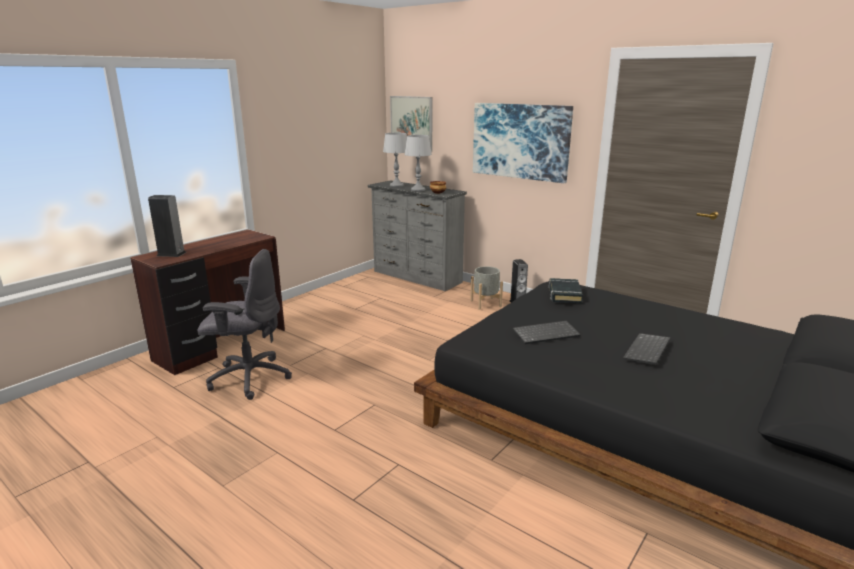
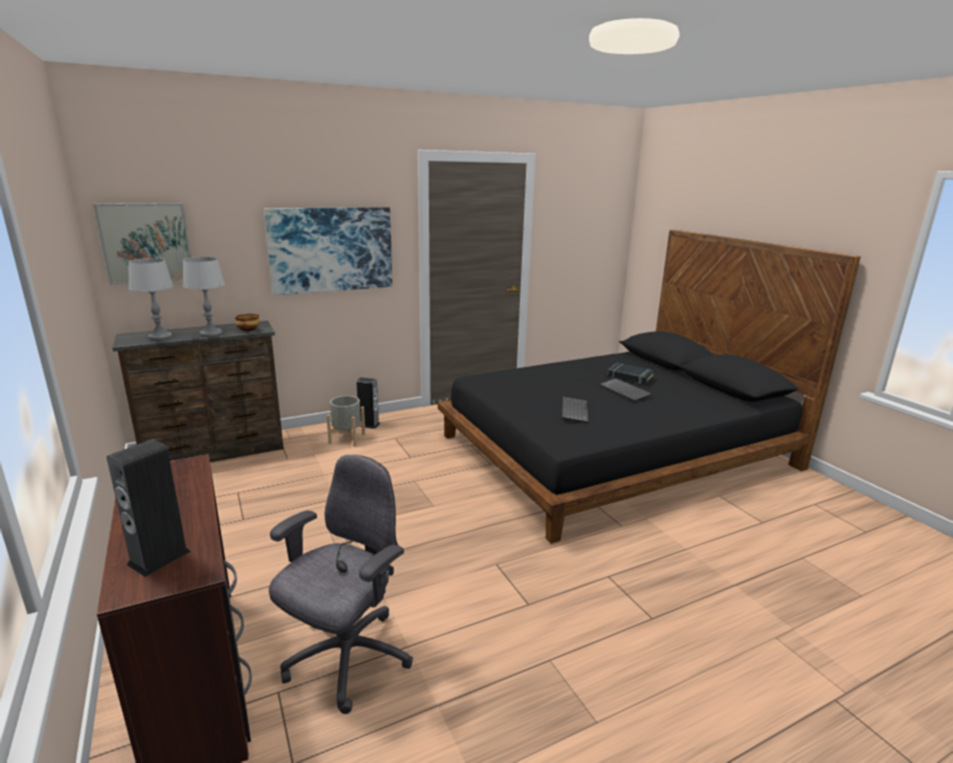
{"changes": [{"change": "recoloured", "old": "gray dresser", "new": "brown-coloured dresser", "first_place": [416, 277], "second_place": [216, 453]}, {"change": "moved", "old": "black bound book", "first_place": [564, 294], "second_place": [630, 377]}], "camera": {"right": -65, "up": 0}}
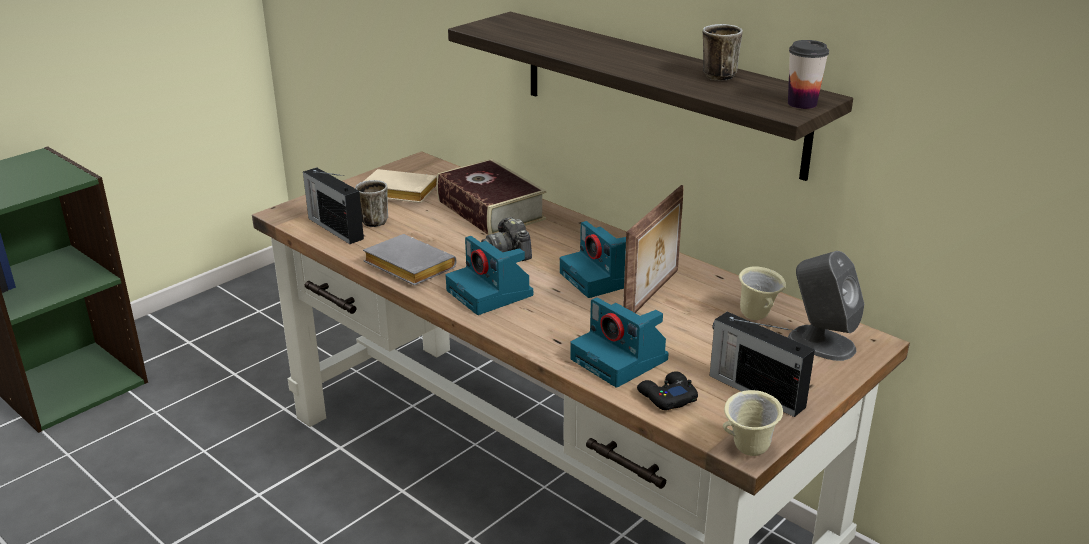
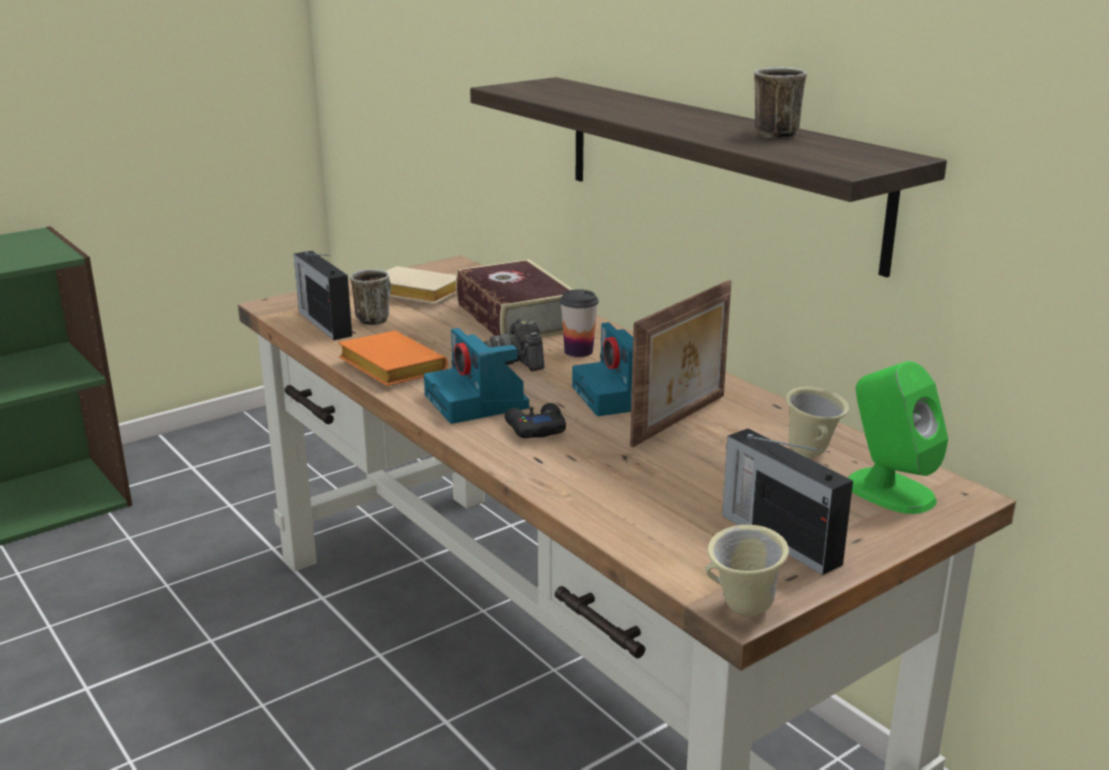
{"changes": [{"change": "moved", "old": "drinking cup", "first_place": [802, 103], "second_place": [578, 351]}, {"change": "recoloured", "old": "gray bound book", "new": "orangey bound book", "first_place": [406, 267], "second_place": [388, 367]}, {"change": "recoloured", "old": "gray audio speaker", "new": "green-coloured audio speaker", "first_place": [820, 343], "second_place": [888, 491]}, {"change": "removed", "old": "still camera", "first_place": [621, 360]}, {"change": "moved", "old": "black gamepad", "first_place": [666, 397], "second_place": [535, 428]}], "camera": {"right": 10, "up": -5}}
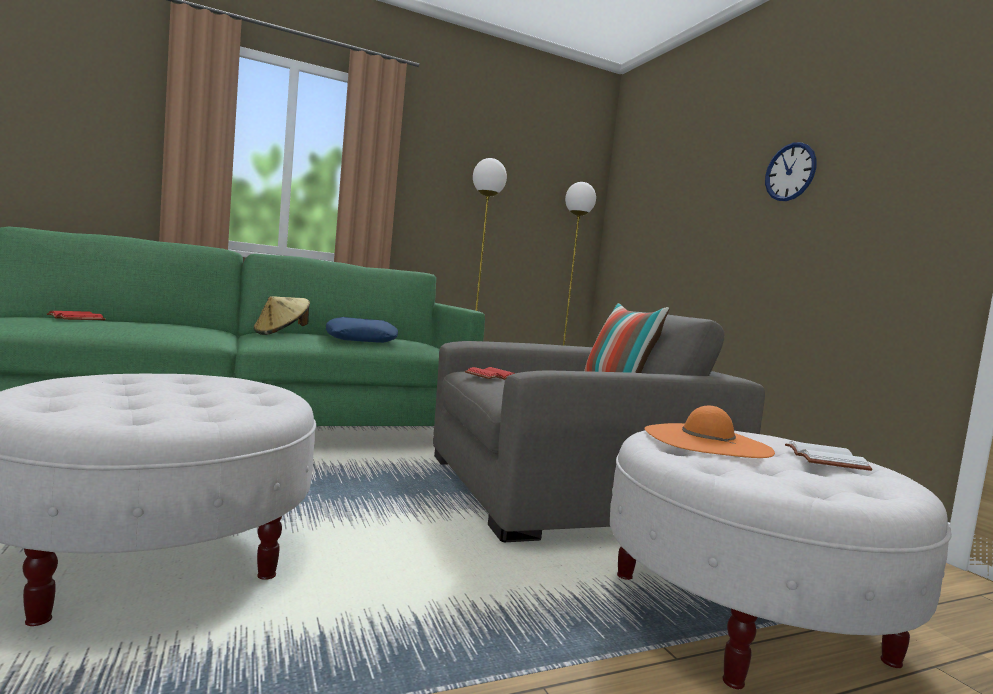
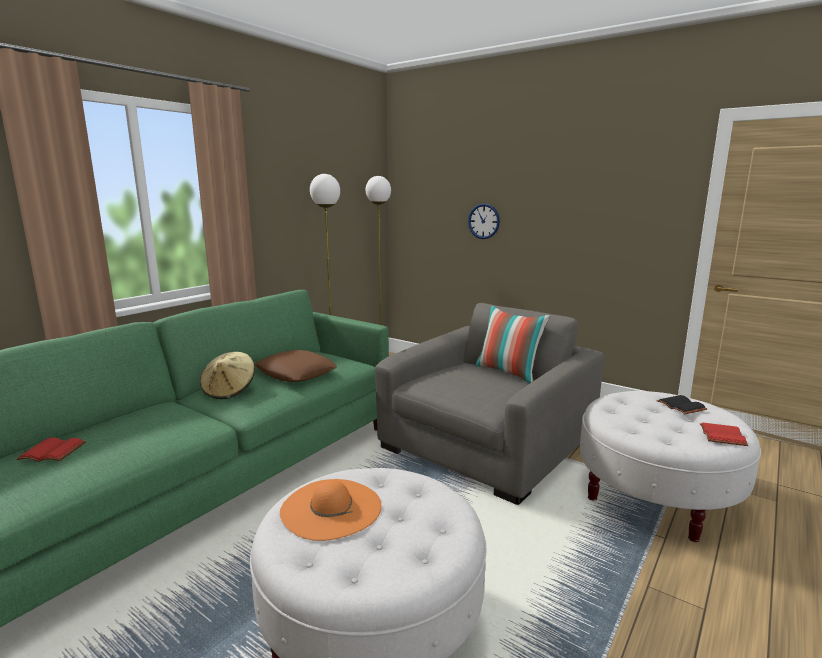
{"changes": [{"change": "moved", "old": "clock on the wall", "first_place": [790, 172], "second_place": [483, 221]}, {"change": "recoloured", "old": "blue cushion", "new": "brown-coloured cushion", "first_place": [360, 339], "second_place": [295, 373]}, {"change": "moved", "old": "red-coloured bound book", "first_place": [492, 376], "second_place": [721, 435]}, {"change": "moved", "old": "orangey hat", "first_place": [706, 441], "second_place": [331, 508]}, {"change": "recoloured", "old": "whitish bound book", "new": "black bound book", "first_place": [822, 458], "second_place": [679, 406]}], "camera": {"right": -30, "up": 10}}
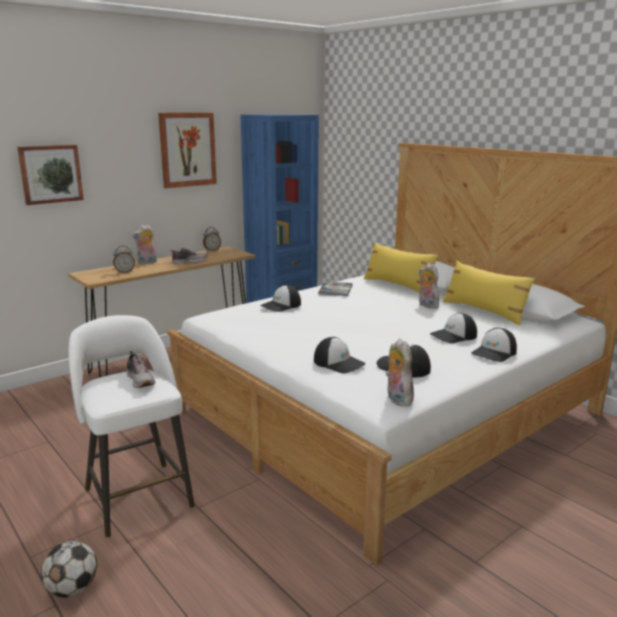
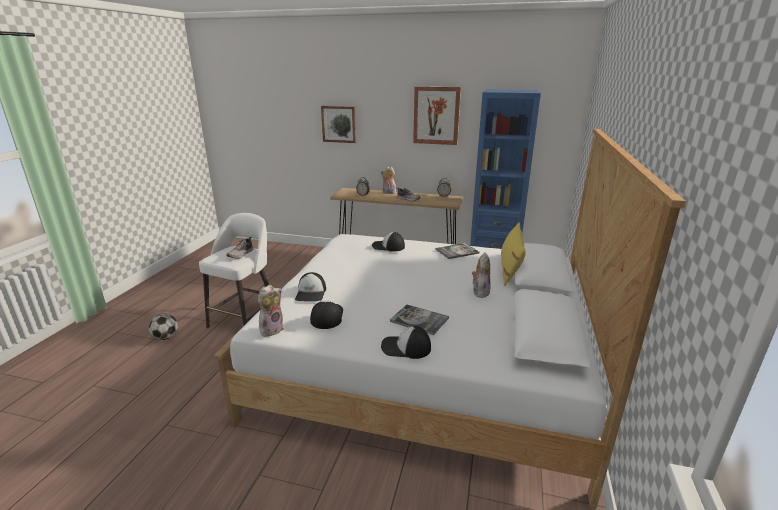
{"changes": [{"change": "removed", "old": "yellow-coloured cushion", "first_place": [484, 311]}, {"change": "replaced", "old": "peaked cap", "new": "bound book", "first_place": [454, 336], "second_place": [419, 320]}], "camera": {"right": 55, "up": 5}}
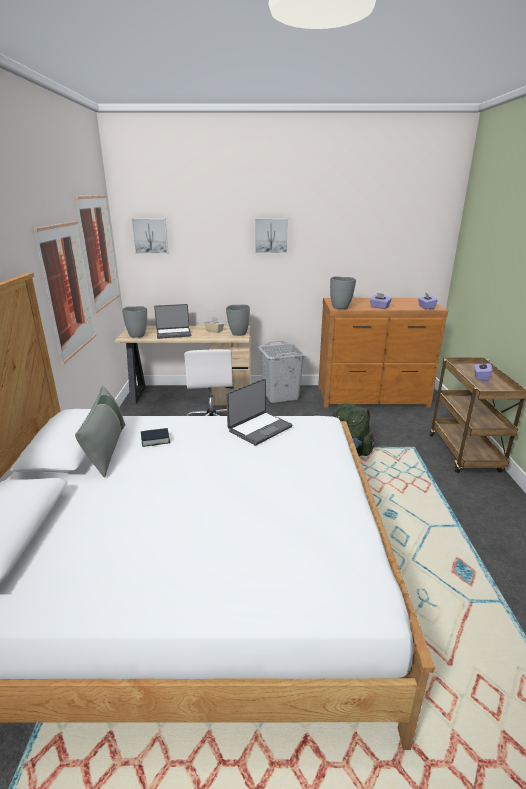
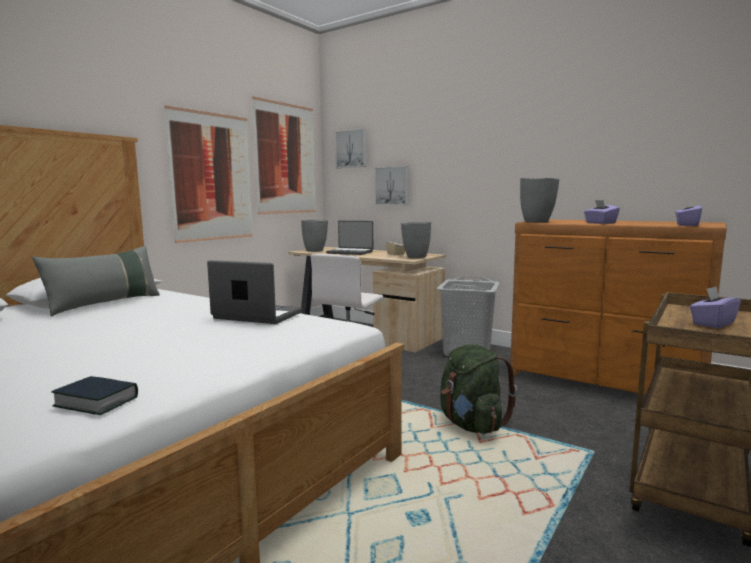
{"changes": [{"change": "moved", "old": "picture", "first_place": [271, 236], "second_place": [392, 186]}, {"change": "turned", "old": "laptop", "first_place": [259, 428], "second_place": [257, 316], "degrees": -150}, {"change": "moved", "old": "bound book", "first_place": [155, 440], "second_place": [96, 402]}], "camera": {"right": 35, "up": -15}}
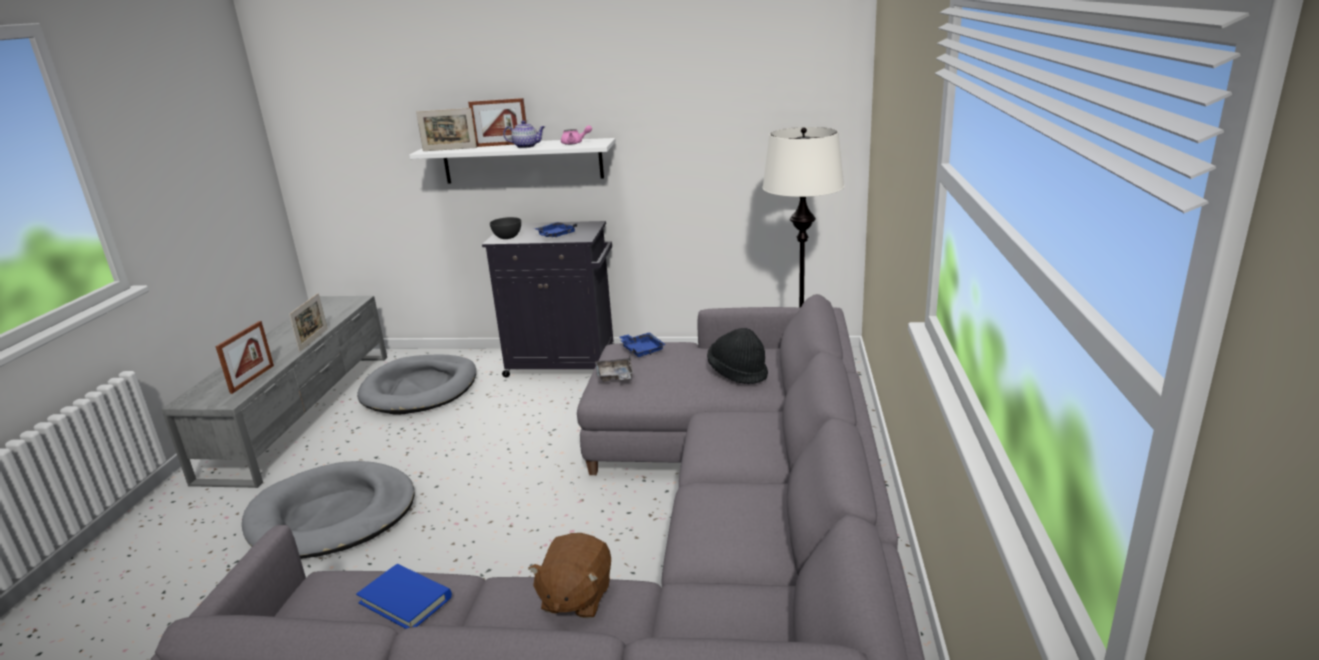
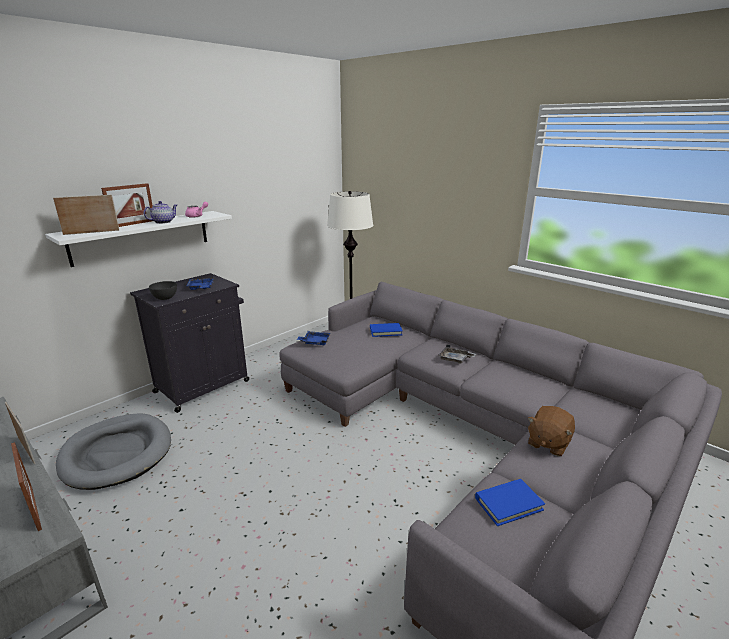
{"changes": [{"change": "turned", "old": "standing frame", "first_place": [450, 149], "second_place": [91, 232], "degrees": -150}, {"change": "replaced", "old": "black hat", "new": "blue bound book", "first_place": [738, 373], "second_place": [385, 331]}, {"change": "moved", "old": "gray carrying tray", "first_place": [615, 376], "second_place": [455, 359]}, {"change": "removed", "old": "gray dog cushion", "first_place": [332, 515]}, {"change": "turned", "old": "brown-coloured plush toy", "first_place": [575, 597], "second_place": [548, 443], "degrees": 75}], "camera": {"right": -55, "up": 0}}
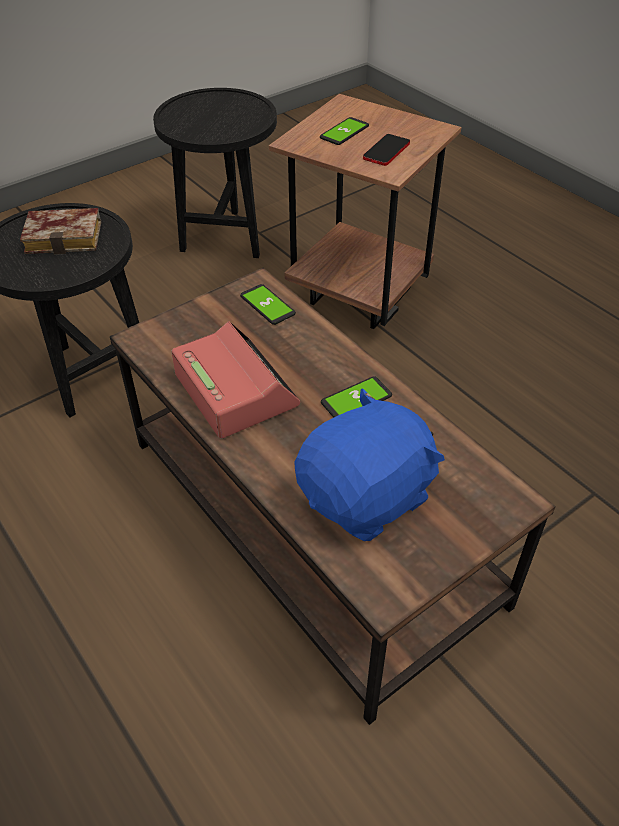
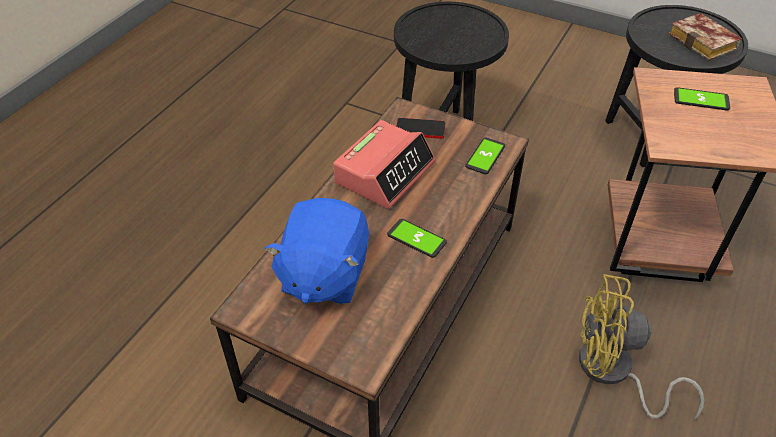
{"changes": [{"change": "moved", "old": "phone", "first_place": [386, 151], "second_place": [420, 129]}, {"change": "moved", "old": "bound book", "first_place": [67, 236], "second_place": [705, 43]}, {"change": "turned", "old": "blue plush toy", "first_place": [367, 496], "second_place": [323, 274], "degrees": 75}, {"change": "added", "new": "yellow-coloured cooling fan", "second_place": [613, 373]}], "camera": {"right": 65, "up": 0}}
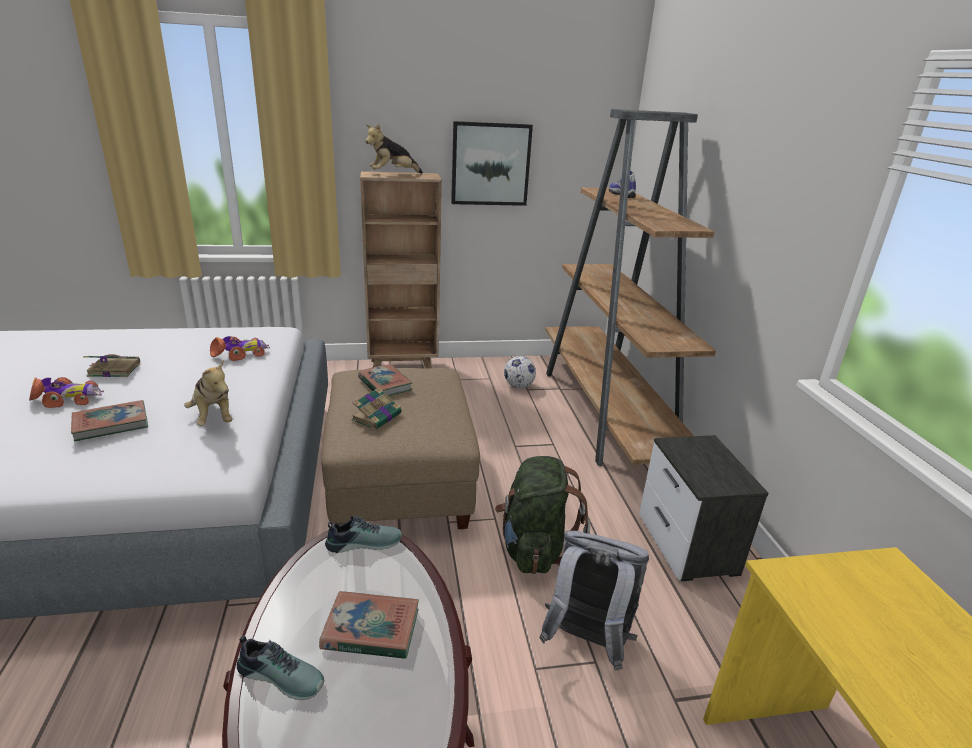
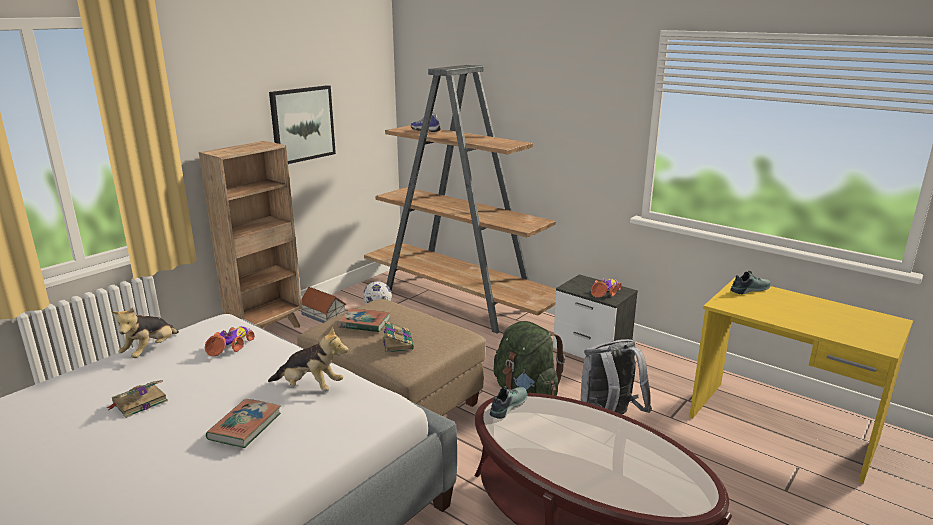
{"changes": [{"change": "moved", "old": "plush toy", "first_place": [392, 174], "second_place": [150, 351]}, {"change": "moved", "old": "toy car", "first_place": [67, 399], "second_place": [605, 292]}, {"change": "removed", "old": "bound book", "first_place": [371, 629]}, {"change": "moved", "old": "item of footwear", "first_place": [282, 675], "second_place": [748, 289]}, {"change": "added", "new": "miniature house", "second_place": [323, 314]}], "camera": {"right": -40, "up": -5}}
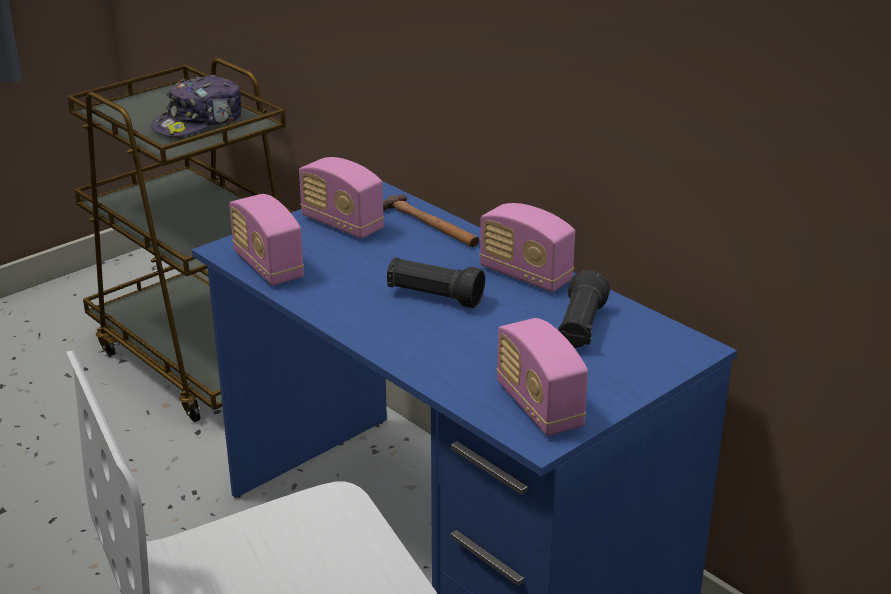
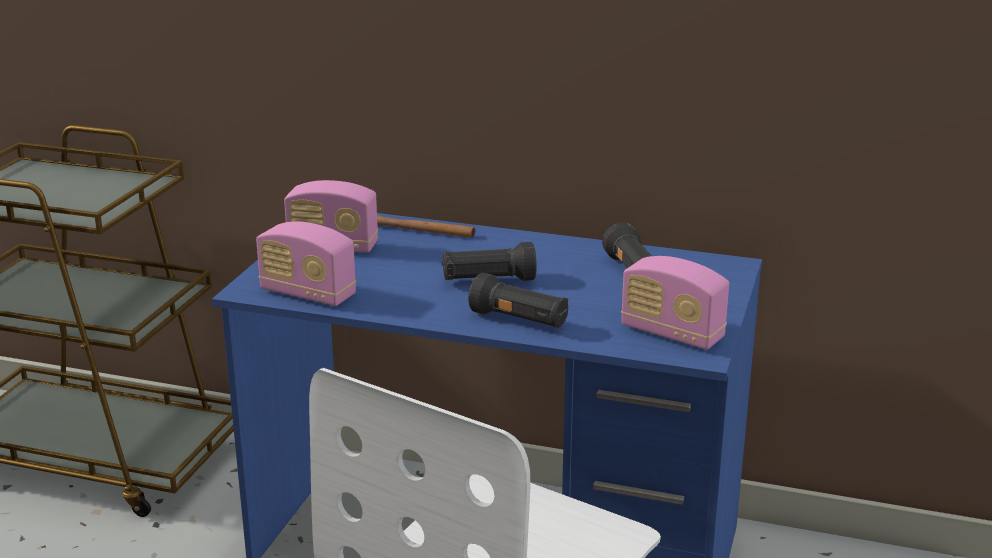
{"changes": [{"change": "removed", "old": "peaked cap", "first_place": [200, 122]}, {"change": "removed", "old": "radio set", "first_place": [525, 275]}, {"change": "added", "new": "black torch", "second_place": [519, 321]}], "camera": {"right": -30, "up": -5}}
